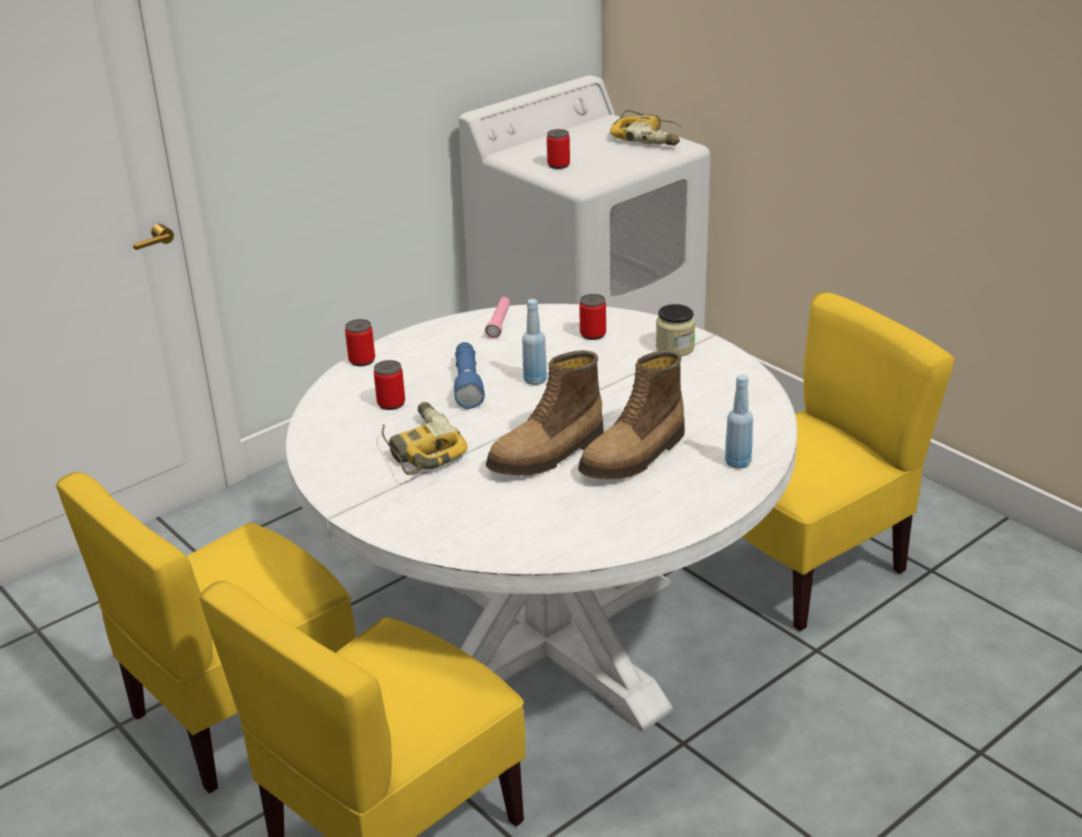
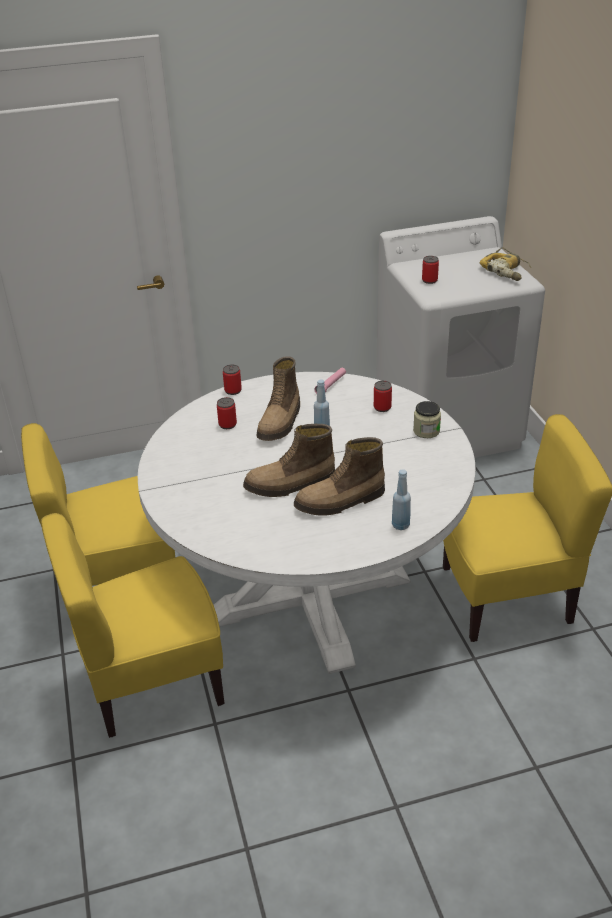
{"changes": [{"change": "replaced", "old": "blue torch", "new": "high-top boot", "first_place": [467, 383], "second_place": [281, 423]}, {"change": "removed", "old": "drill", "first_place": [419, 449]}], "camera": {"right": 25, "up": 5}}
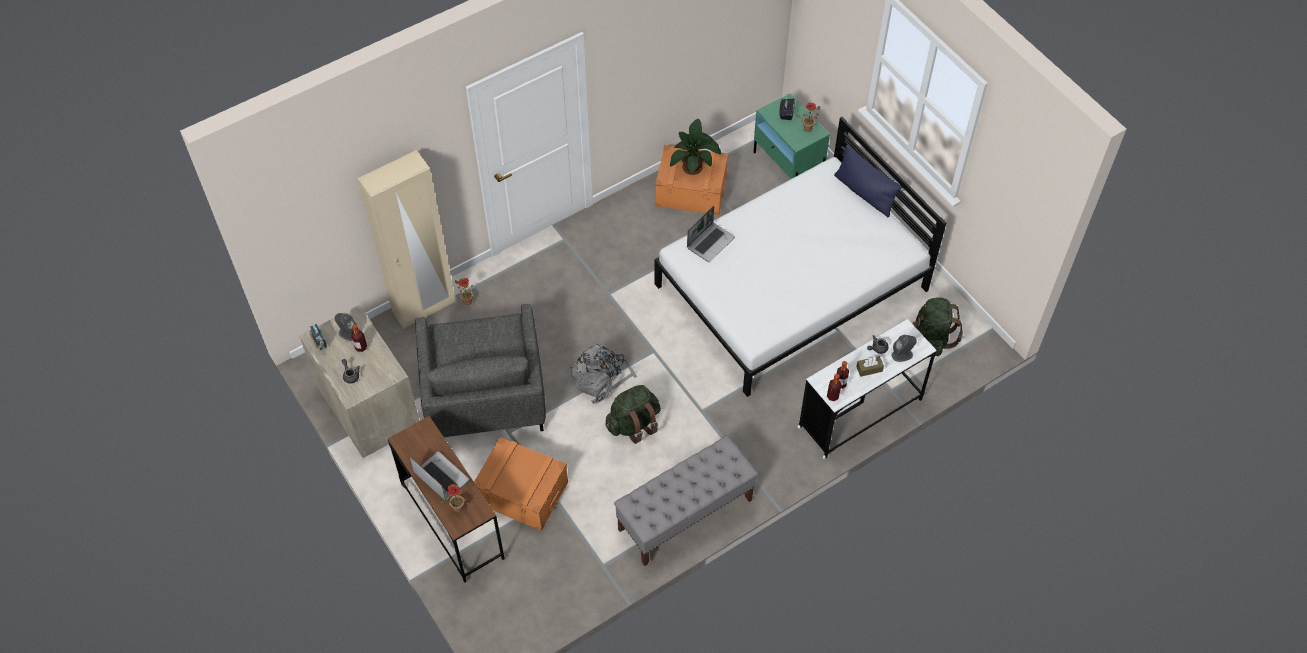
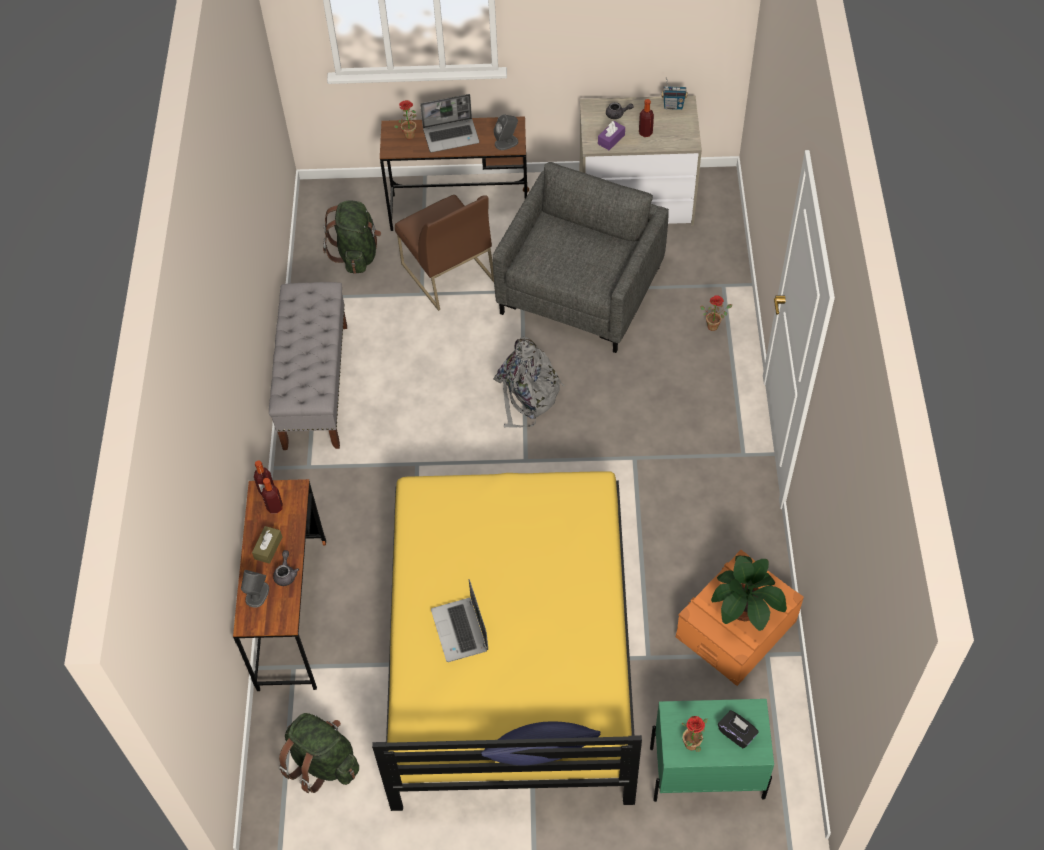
{"changes": [{"change": "recoloured", "old": "whitish bed", "new": "yellow-coloured bed", "first_place": [791, 287], "second_place": [510, 651]}, {"change": "removed", "old": "sand-coloured clothes cupboard", "first_place": [424, 308]}, {"change": "moved", "old": "laptop", "first_place": [710, 242], "second_place": [461, 631]}, {"change": "turned", "old": "gray armchair", "first_place": [484, 395], "second_place": [581, 291], "degrees": 90}, {"change": "moved", "old": "gray audio speaker", "first_place": [348, 333], "second_place": [506, 142]}, {"change": "recoloured", "old": "whitish desk unit", "new": "brown-coloured desk unit", "first_place": [860, 413], "second_place": [292, 614]}, {"change": "moved", "old": "green-coloured knapsack", "first_place": [633, 424], "second_place": [357, 254]}, {"change": "replaced", "old": "orangey storage container", "new": "brown-coloured plain chair", "first_place": [522, 492], "second_place": [447, 272]}, {"change": "added", "new": "purple-coloured tissue holder", "second_place": [611, 139]}], "camera": {"right": 125, "up": 0}}
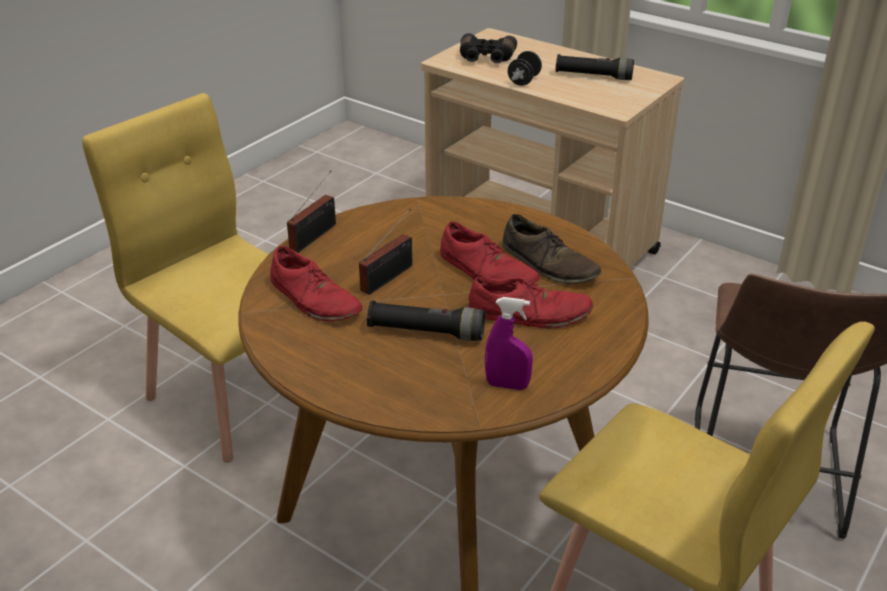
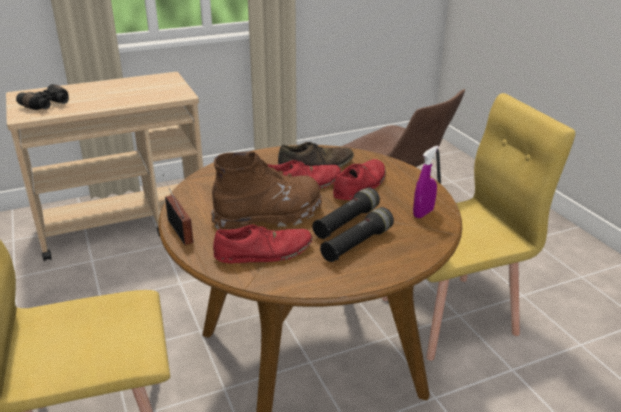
{"changes": [{"change": "removed", "old": "black hand weight", "first_place": [524, 81]}, {"change": "moved", "old": "black torch", "first_place": [593, 76], "second_place": [357, 244]}, {"change": "replaced", "old": "radio set", "new": "brown-coloured high-top boot", "first_place": [390, 276], "second_place": [269, 216]}], "camera": {"right": -60, "up": -5}}
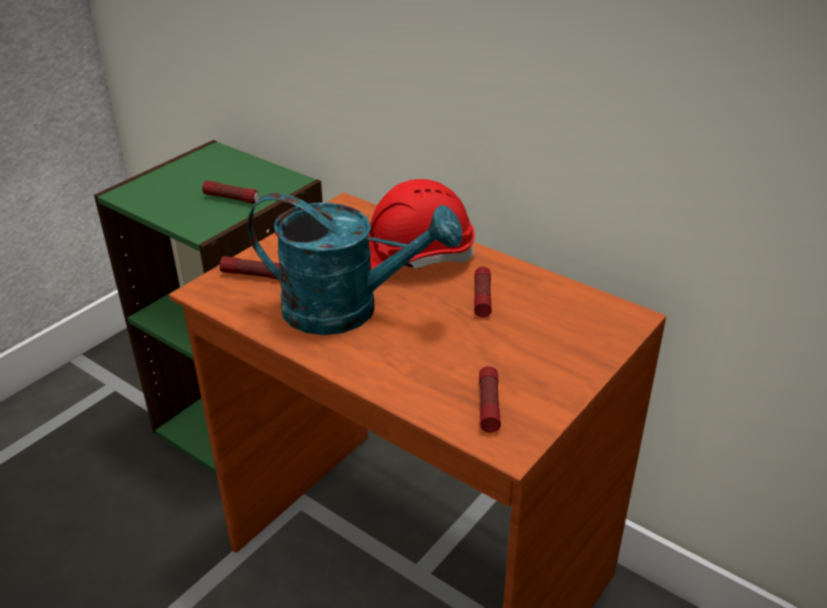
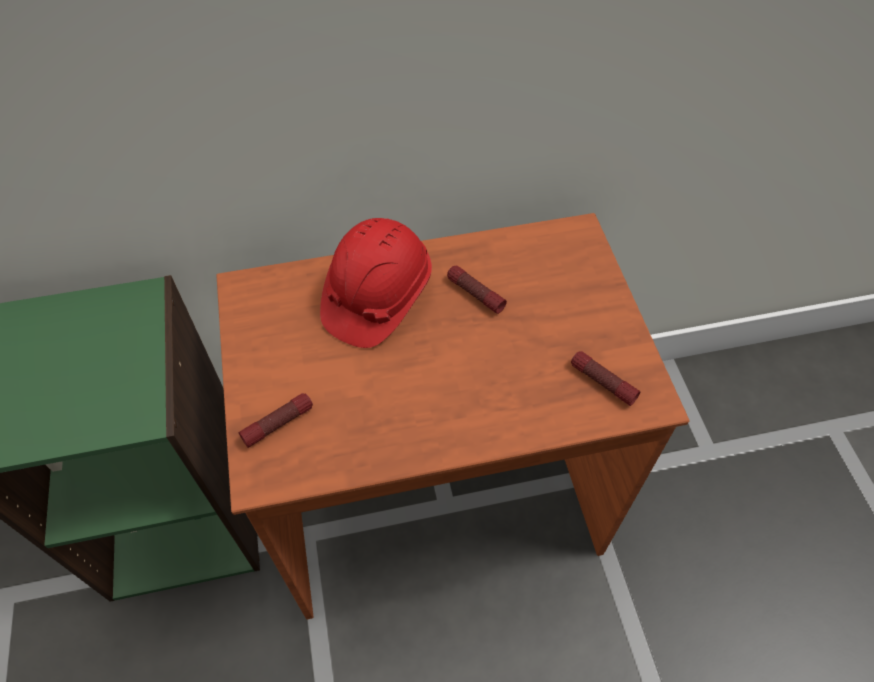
{"changes": [{"change": "removed", "old": "torch", "first_place": [231, 198]}, {"change": "removed", "old": "turquoise watering pot", "first_place": [347, 309]}], "camera": {"right": -50, "up": 20}}
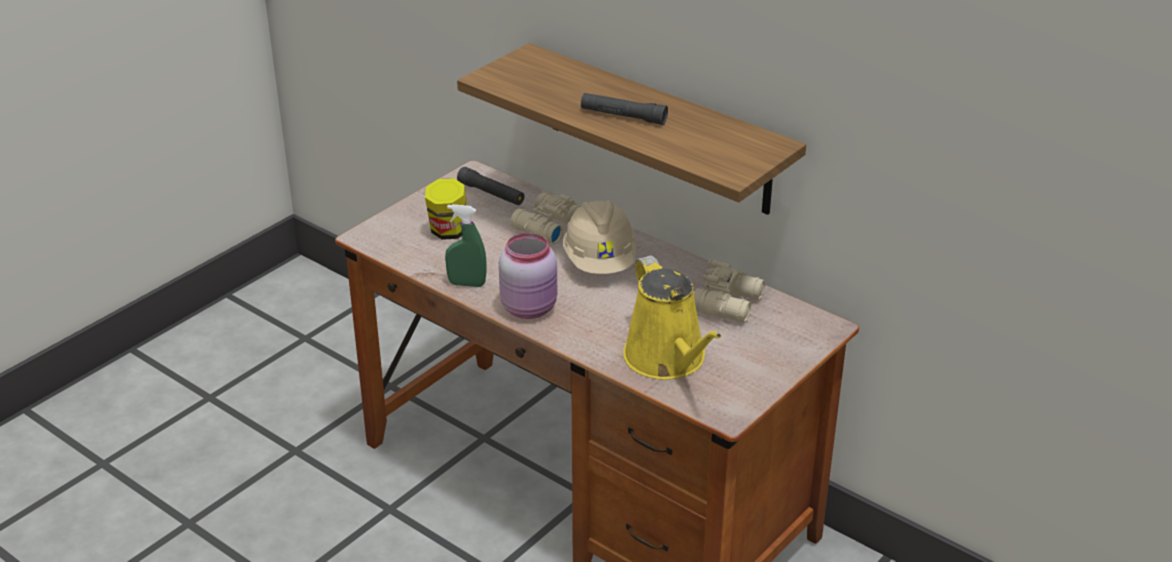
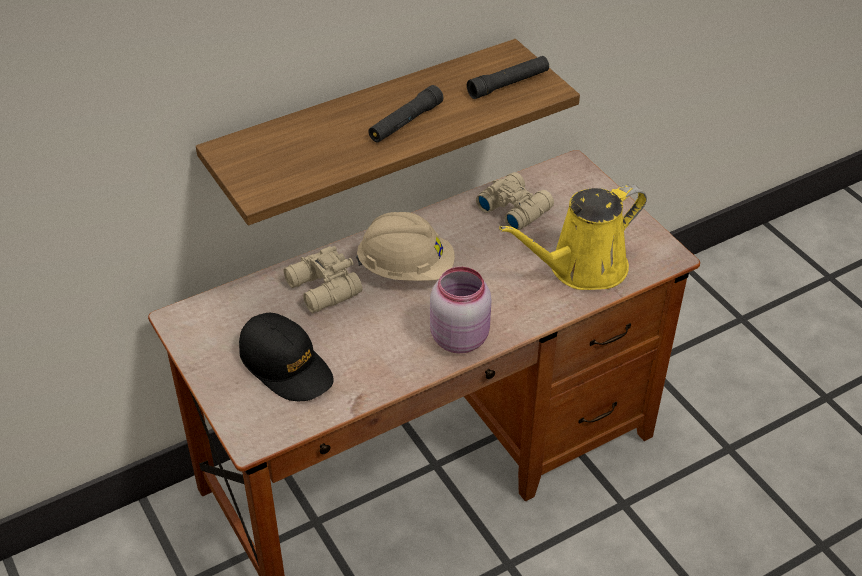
{"changes": [{"change": "moved", "old": "black torch", "first_place": [491, 193], "second_place": [508, 84]}, {"change": "replaced", "old": "jar", "new": "black peaked cap", "first_place": [449, 232], "second_place": [286, 366]}, {"change": "removed", "old": "green-coloured sprayer", "first_place": [467, 284]}, {"change": "turned", "old": "yellow-coloured watering pot", "first_place": [668, 360], "second_place": [581, 268], "degrees": 150}], "camera": {"right": -70, "up": 10}}
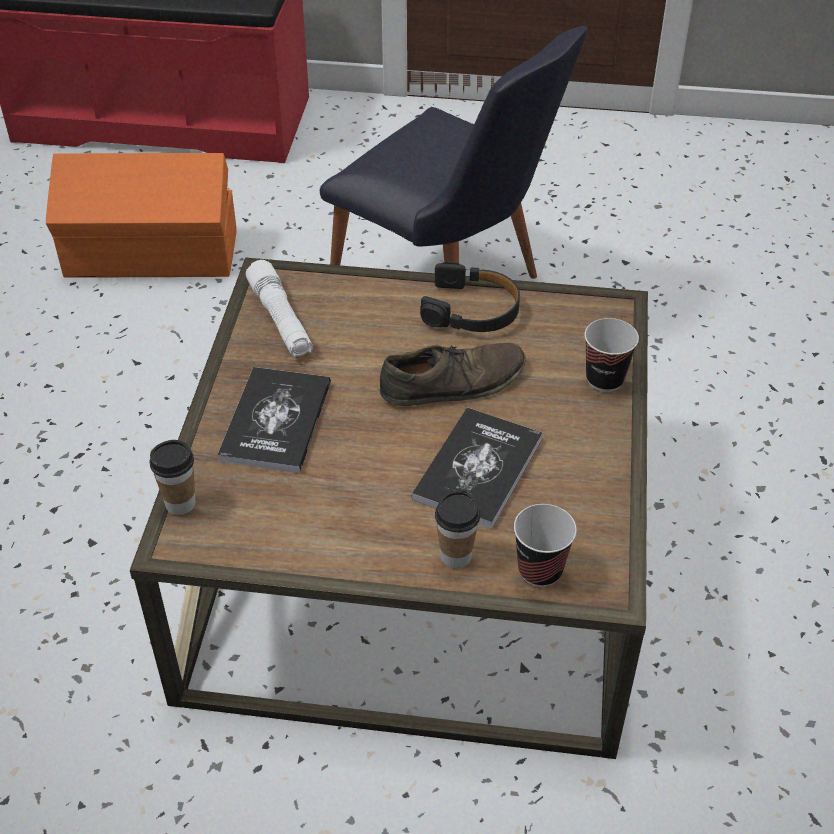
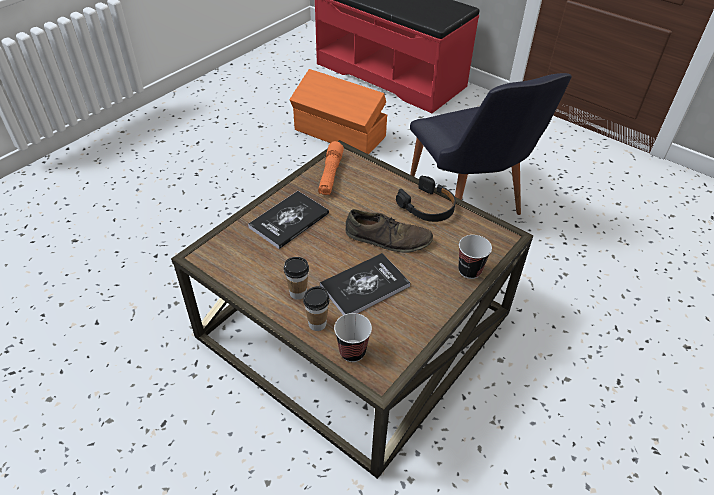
{"changes": [{"change": "recoloured", "old": "whitish torch", "new": "orangey torch", "first_place": [281, 320], "second_place": [330, 175]}, {"change": "moved", "old": "drinking cup", "first_place": [180, 503], "second_place": [298, 293]}], "camera": {"right": 30, "up": 0}}
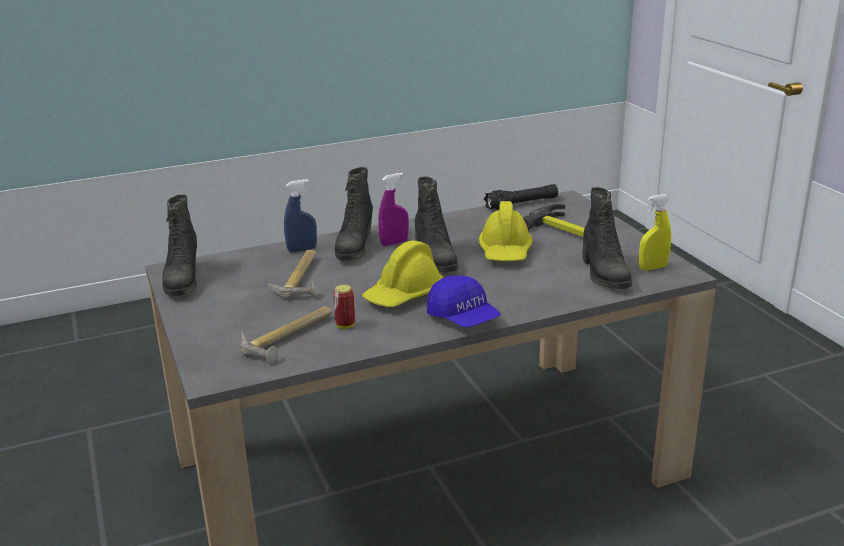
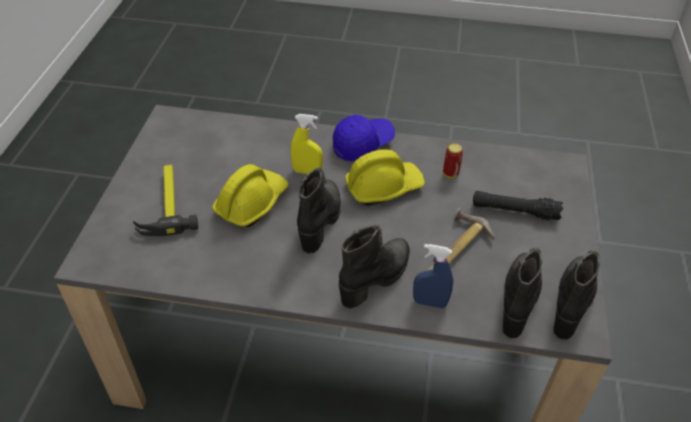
{"changes": [{"change": "removed", "old": "purple-coloured sprayer", "first_place": [394, 243]}, {"change": "moved", "old": "black torch", "first_place": [521, 204], "second_place": [514, 211]}, {"change": "moved", "old": "black high-top boot", "first_place": [603, 274], "second_place": [519, 300]}, {"change": "moved", "old": "yellow-coloured sprayer", "first_place": [652, 268], "second_place": [307, 171]}, {"change": "turned", "old": "blue peaked cap", "first_place": [463, 318], "second_place": [362, 144], "degrees": 60}, {"change": "removed", "old": "hammer", "first_place": [291, 338]}], "camera": {"right": -150, "up": 20}}
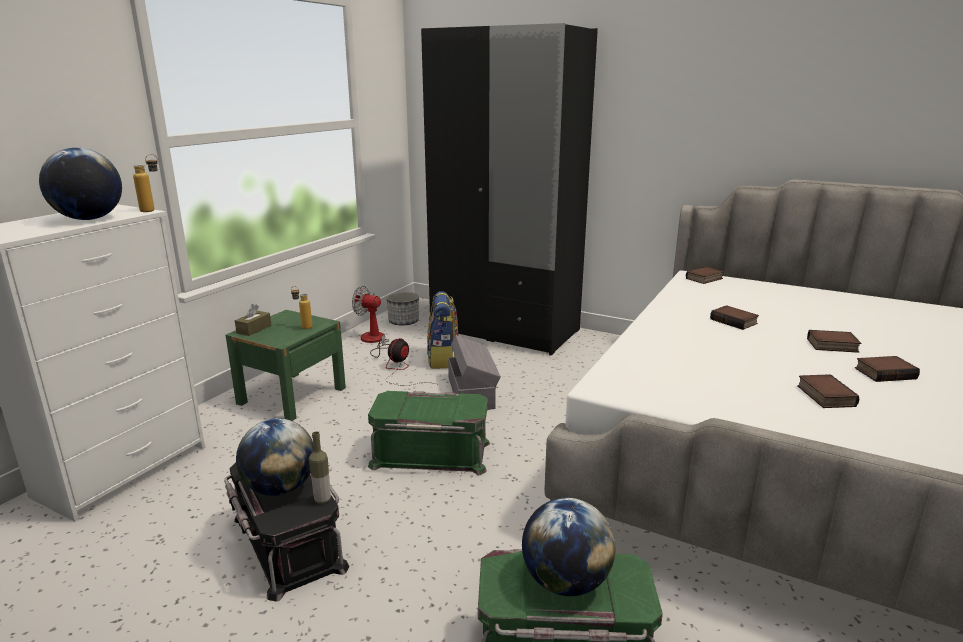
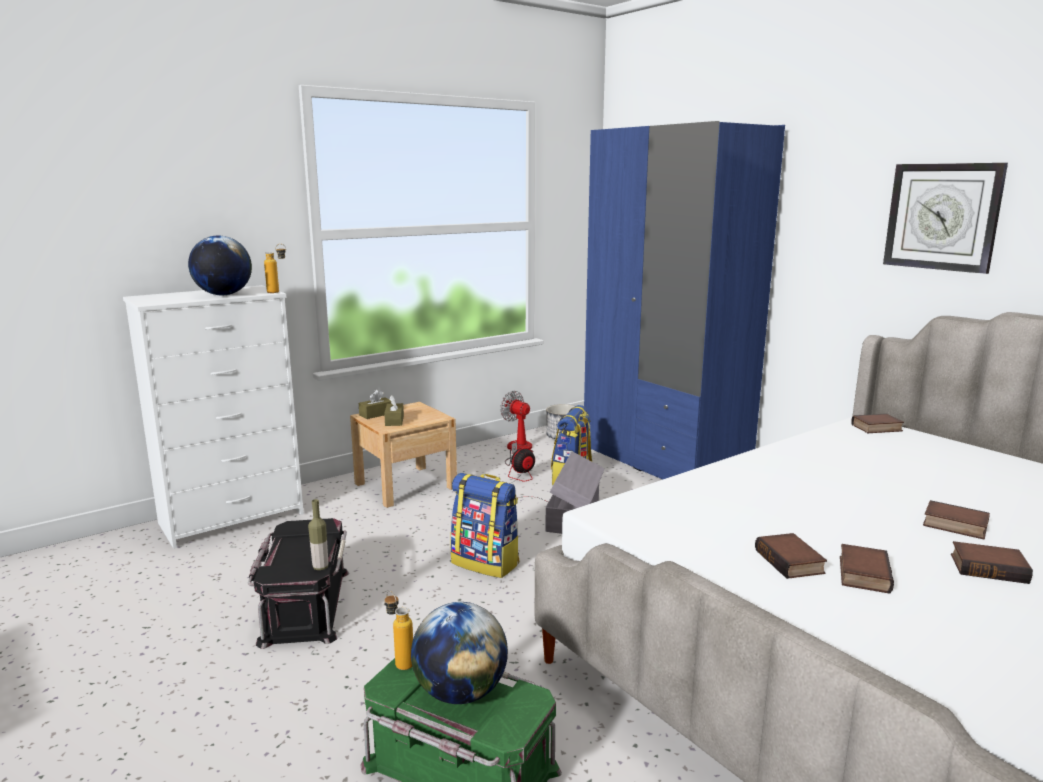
{"changes": [{"change": "recoloured", "old": "black clothes cupboard", "new": "blue clothes cupboard", "first_place": [505, 330], "second_place": [664, 461]}, {"change": "moved", "old": "bottle", "first_place": [303, 327], "second_place": [400, 661]}, {"change": "moved", "old": "bound book", "first_place": [734, 321], "second_place": [791, 562]}, {"change": "recoloured", "old": "green-coloured bedside table", "new": "sand-coloured bedside table", "first_place": [292, 396], "second_place": [405, 486]}, {"change": "replaced", "old": "green-coloured storage container", "new": "knapsack", "first_place": [431, 453], "second_place": [486, 563]}, {"change": "removed", "old": "desk globe", "first_place": [280, 488]}, {"change": "added", "new": "clock on the wall", "second_place": [942, 216]}, {"change": "added", "new": "brown-coloured tissue holder", "second_place": [394, 420]}], "camera": {"right": 25, "up": -5}}
